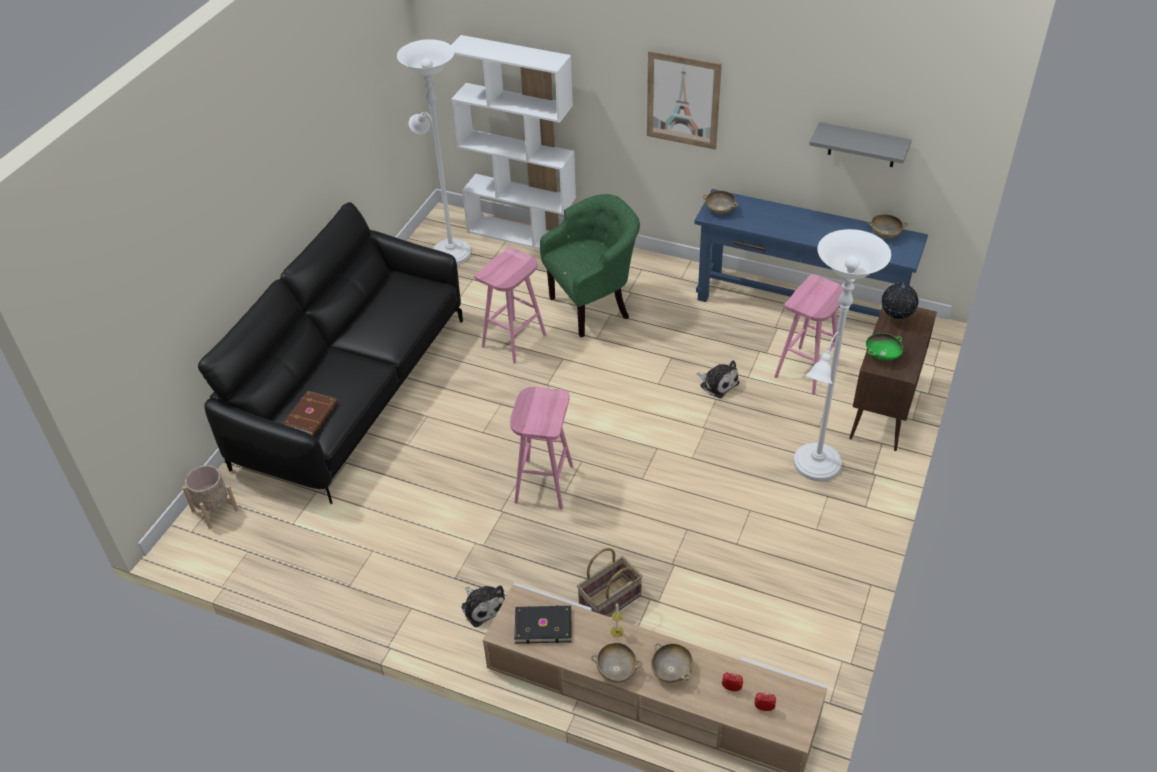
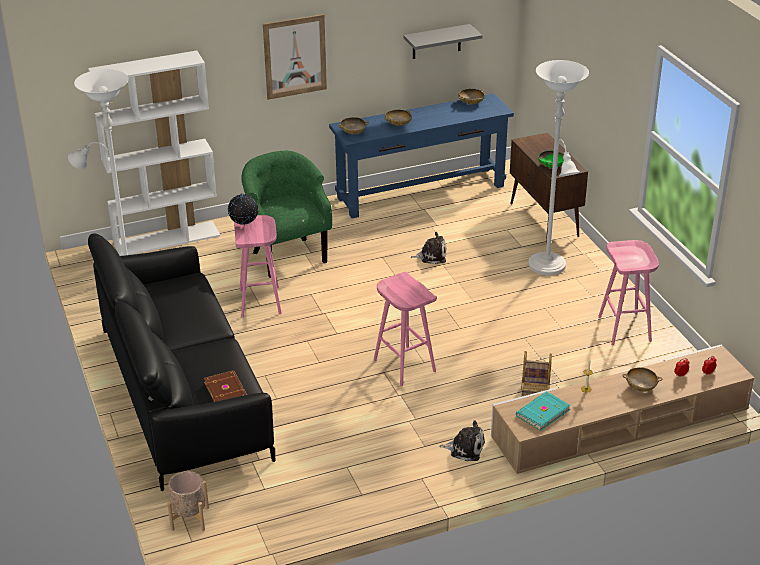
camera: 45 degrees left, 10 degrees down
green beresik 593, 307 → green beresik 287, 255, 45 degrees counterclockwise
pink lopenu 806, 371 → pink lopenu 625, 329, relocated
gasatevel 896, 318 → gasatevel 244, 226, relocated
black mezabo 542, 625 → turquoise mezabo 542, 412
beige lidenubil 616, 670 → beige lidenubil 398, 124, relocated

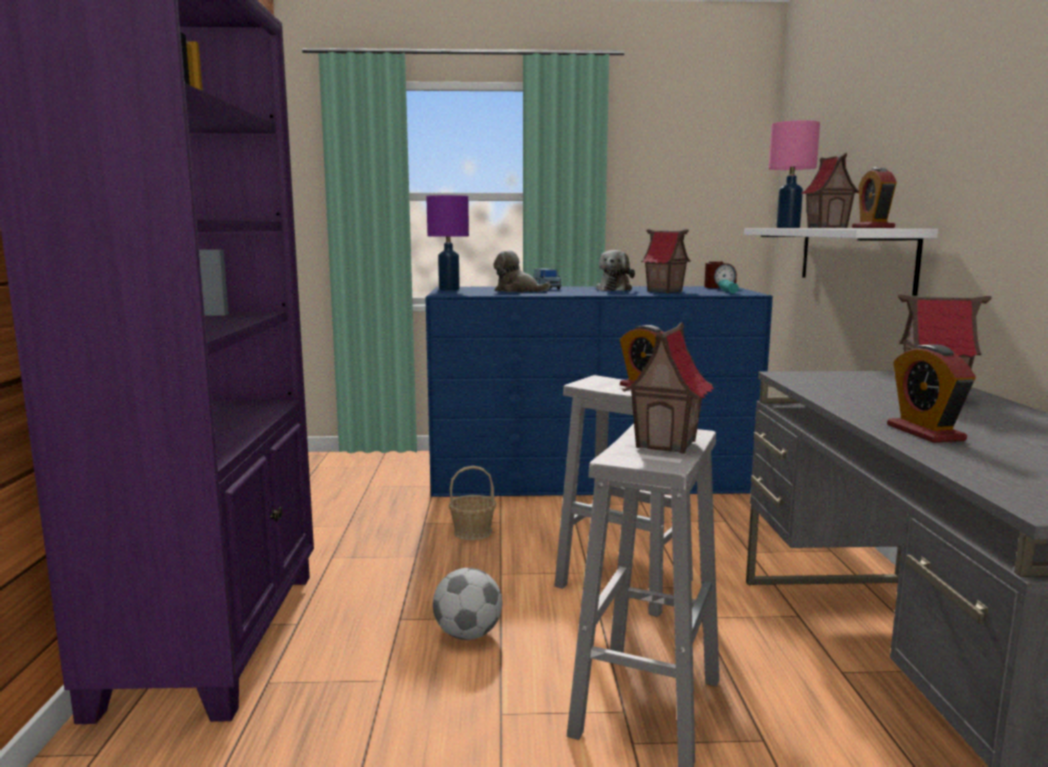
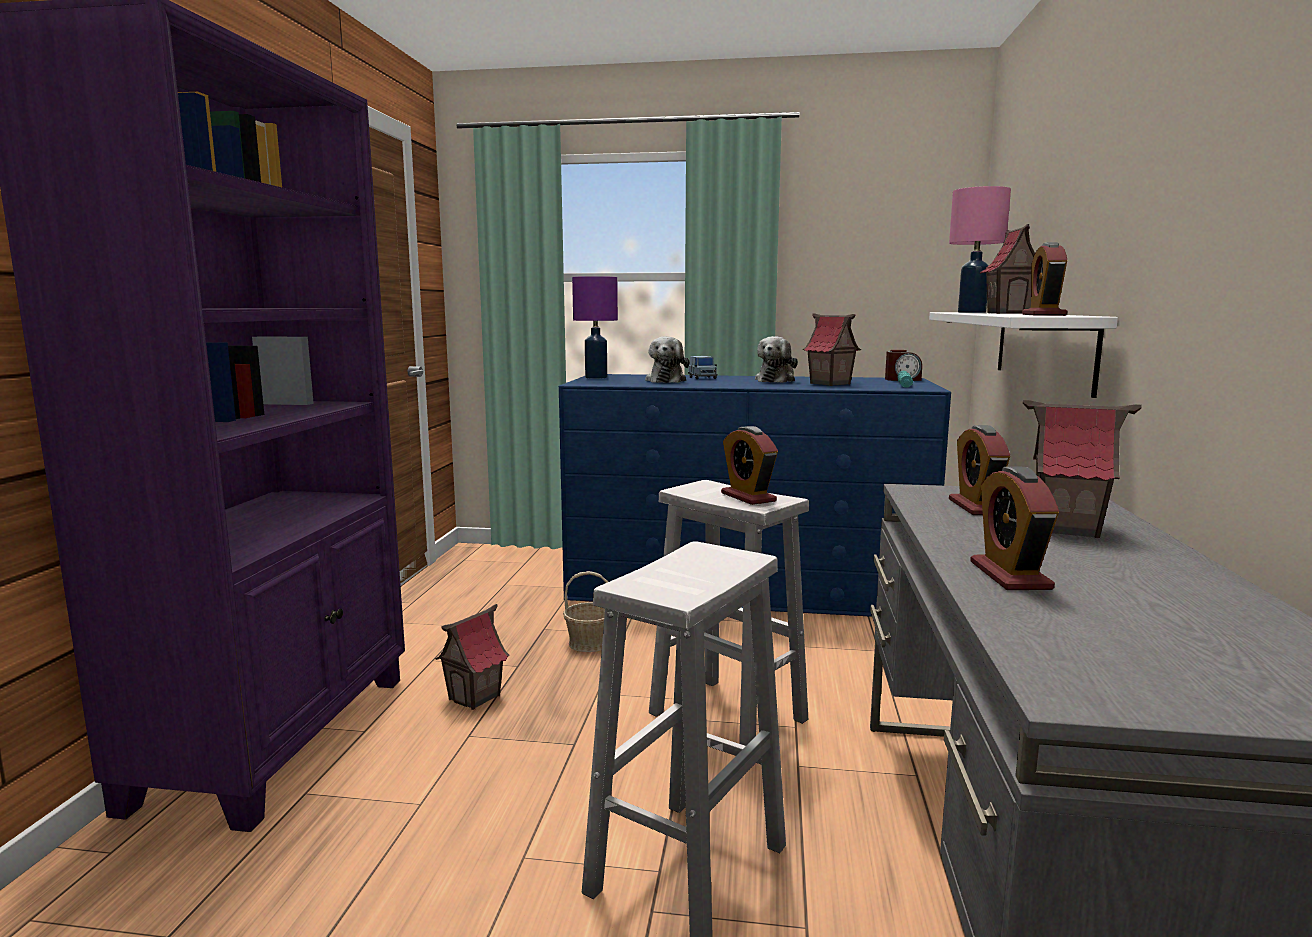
camera: 10 degrees right, 0 degrees up
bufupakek 518, 291 → bufupakek 666, 380, 120 degrees counterclockwise
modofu 667, 444 → modofu 475, 697, relocated
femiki 468, 634 → -
- → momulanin 977, 507

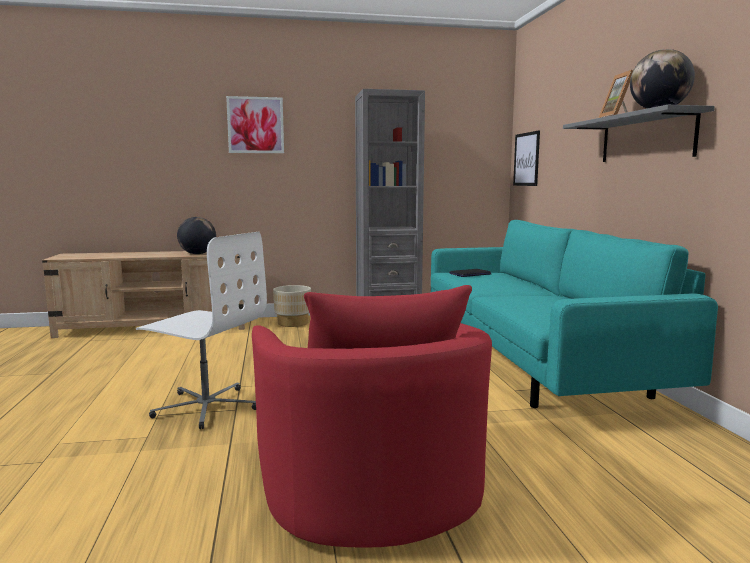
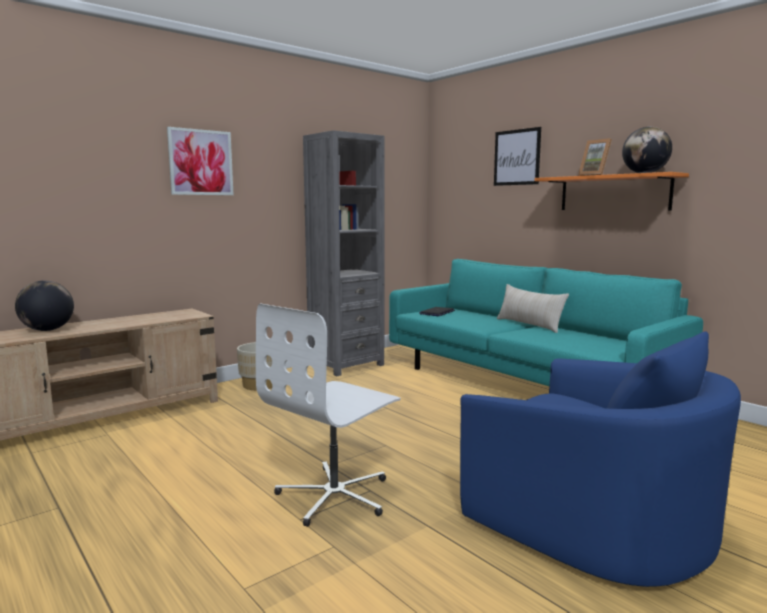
camera: 30 degrees left, 0 degrees up
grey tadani 646, 138 → orange tadani 614, 193
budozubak 526, 159 → budozubak 517, 157, relocated
gasatevel 197, 254 → gasatevel 47, 330, relocated
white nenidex 206, 407 → white nenidex 335, 495, 135 degrees clockwise
red beresik 366, 481 → blue beresik 592, 521
- → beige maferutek 529, 325

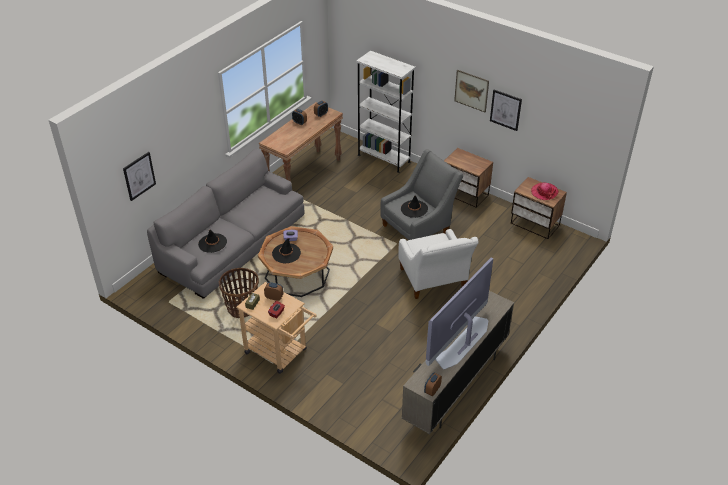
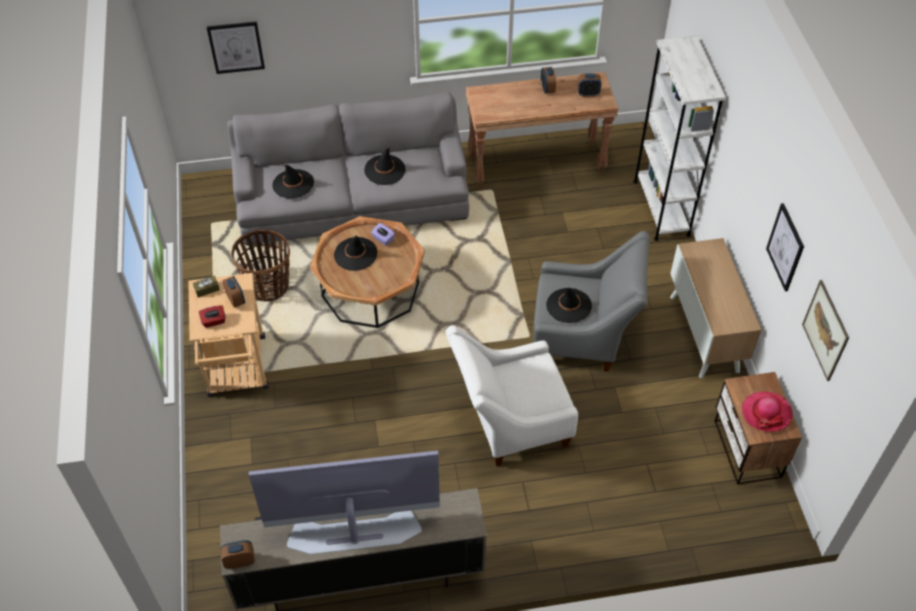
camera: 45 degrees right, 10 degrees up
budozubak 471, 90 → budozubak 825, 330, relocated
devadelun 465, 194 → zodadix 705, 333
white beresik 434, 281 → white beresik 509, 423, 45 degrees clockwise
- → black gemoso 385, 170

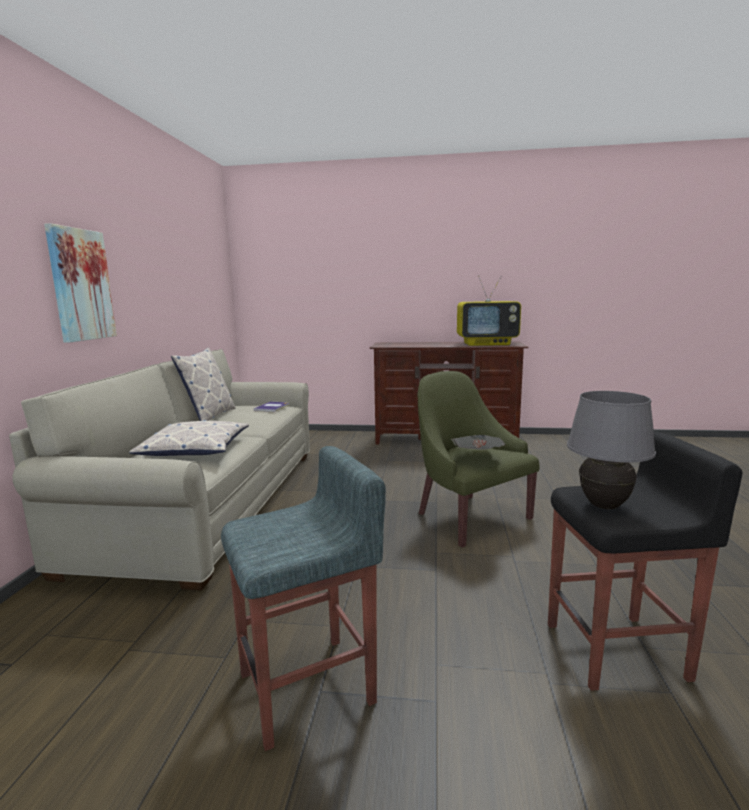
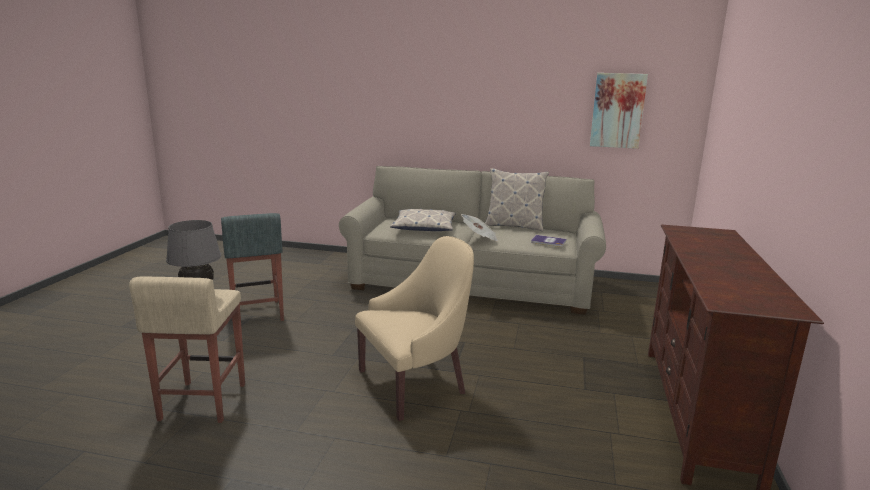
camera: 95 degrees right, 5 degrees up
budozubak 81, 285 → budozubak 617, 110, relocated
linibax 487, 344 → -
green beresik 469, 516 → beige beresik 415, 384
black lopenu 618, 651 → beige lopenu 202, 402
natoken 477, 457 → natoken 479, 237, relocated

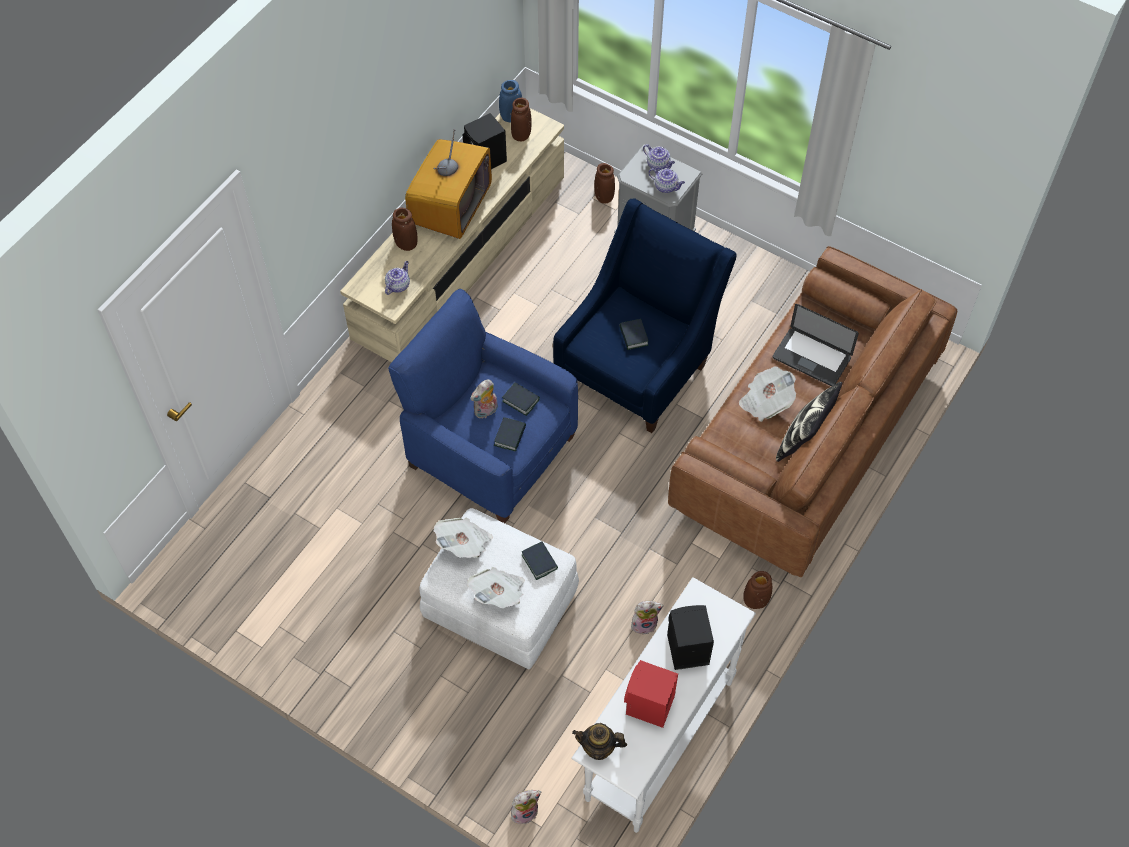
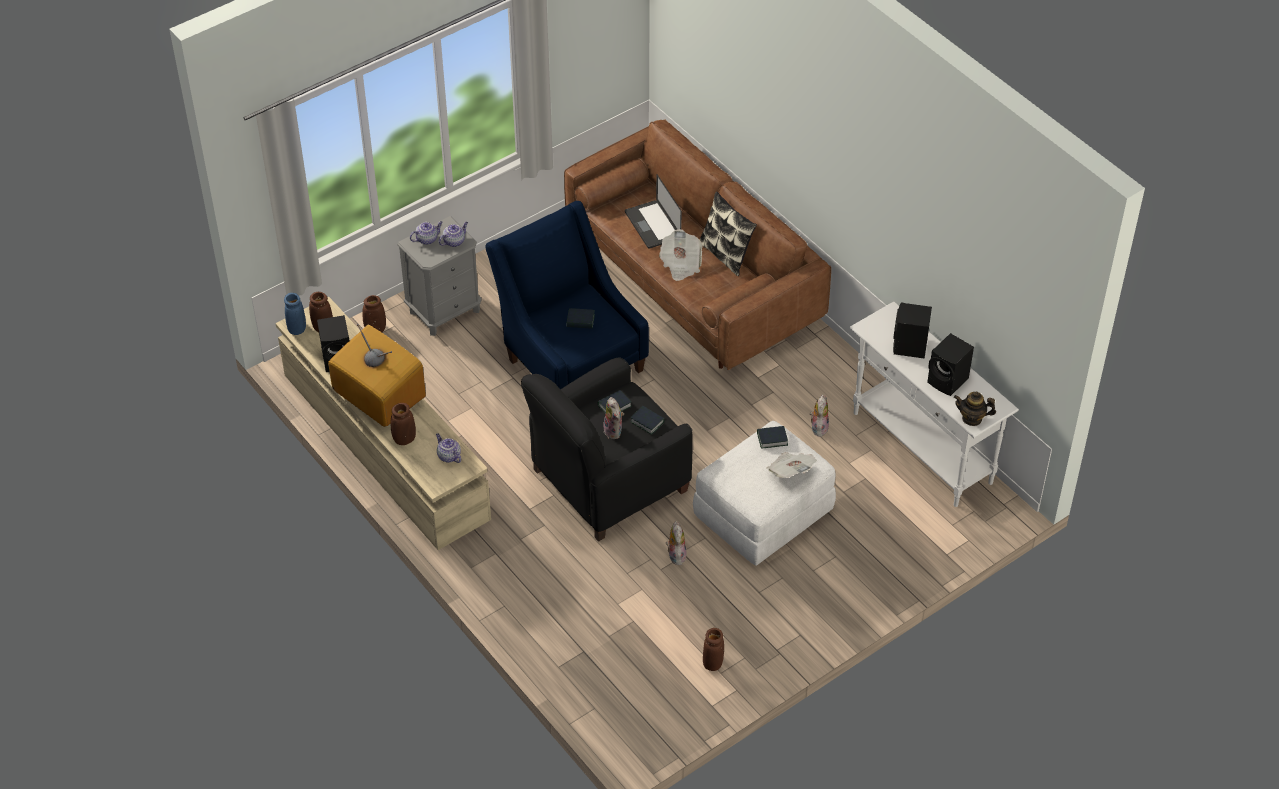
camera: 70 degrees left, 10 degrees down
blue beresik 490, 450 → black beresik 608, 481
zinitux 811, 358 → zinitux 652, 225, 105 degrees clockwise
natoken 464, 544 → -
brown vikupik 755, 601 → brown vikupik 712, 663, relocated
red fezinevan 648, 706 → black fezinevan 948, 381
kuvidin 598, 748 → kuvidin 972, 418, 75 degrees clockwise
bufupakek 524, 811 → bufupakek 675, 555, relocated

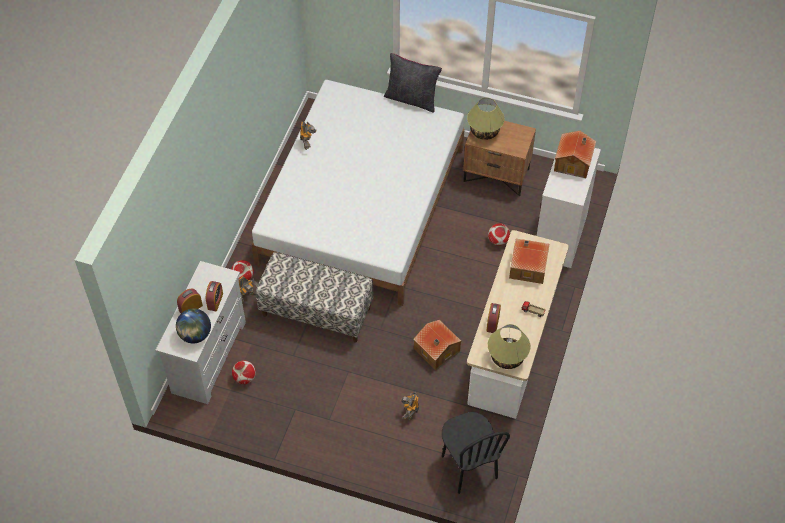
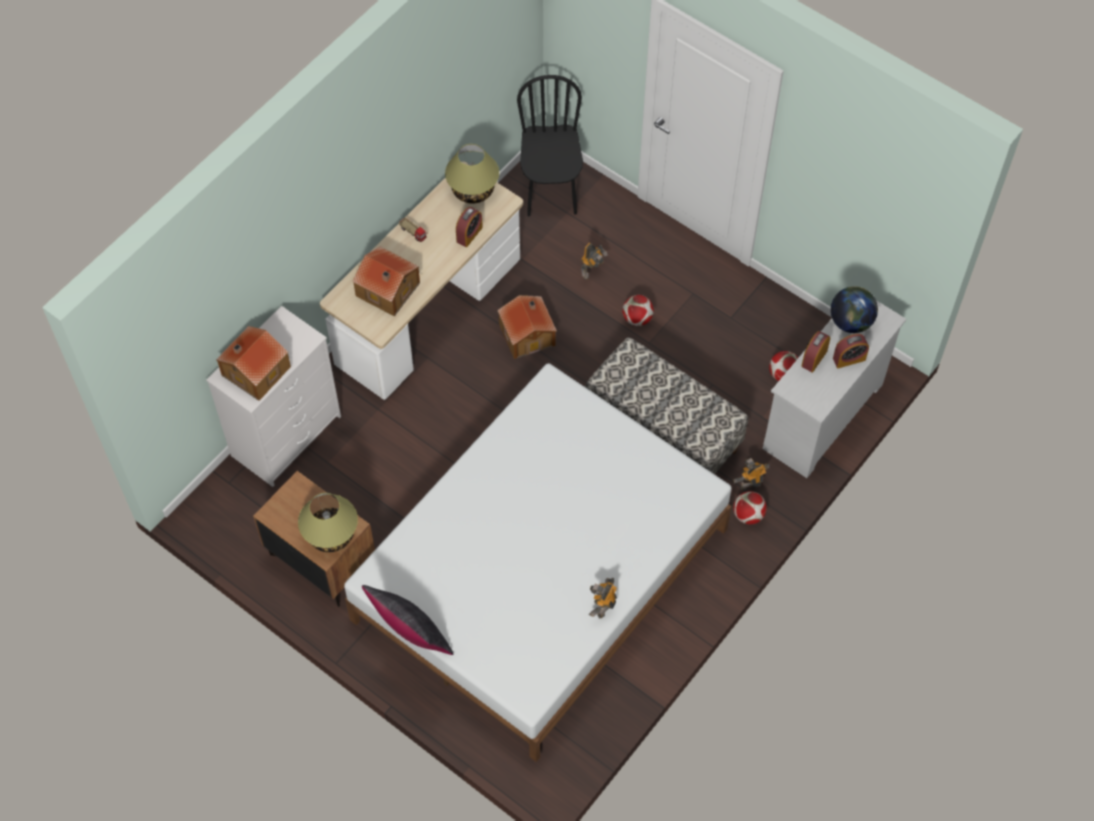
camera: 160 degrees left, 5 degrees up
femiki 498, 240 → femiki 637, 319, relocated

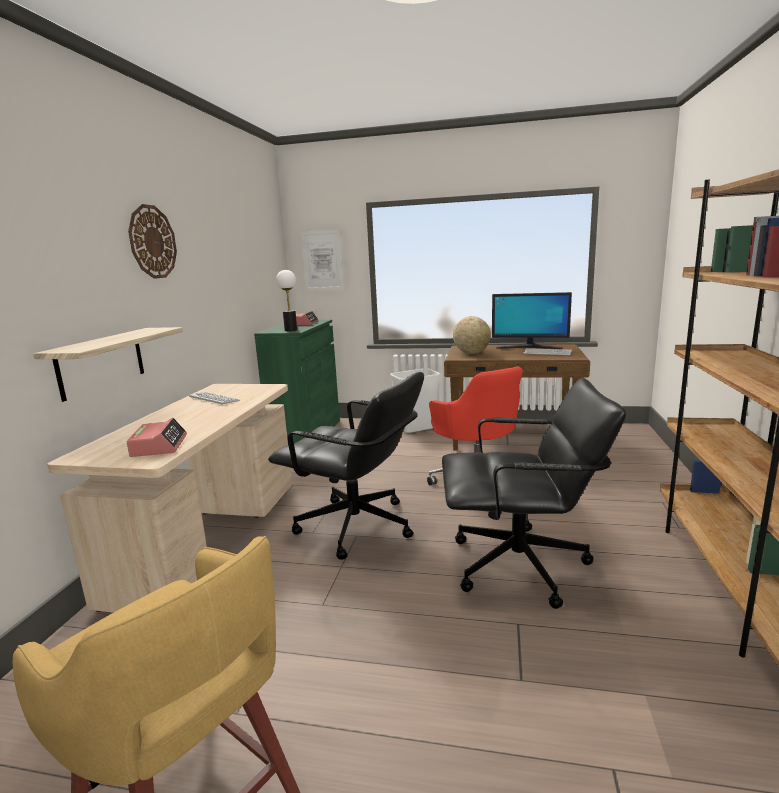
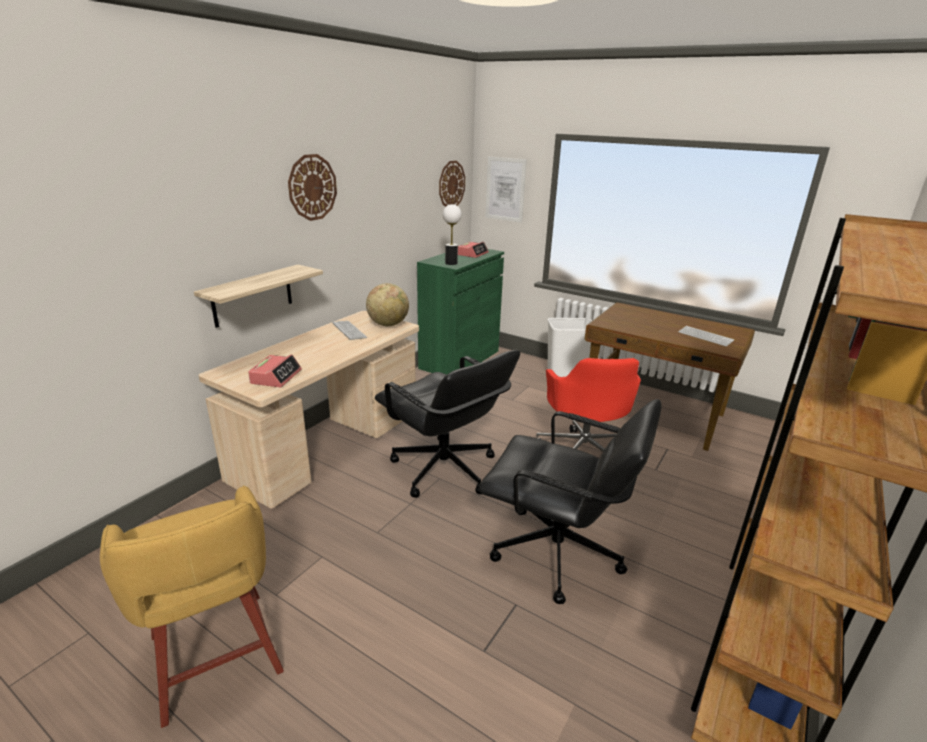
camera: 20 degrees right, 10 degrees up
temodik 529, 347 → -
gasatevel 471, 353 → gasatevel 388, 324, relocated
- → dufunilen 451, 185

